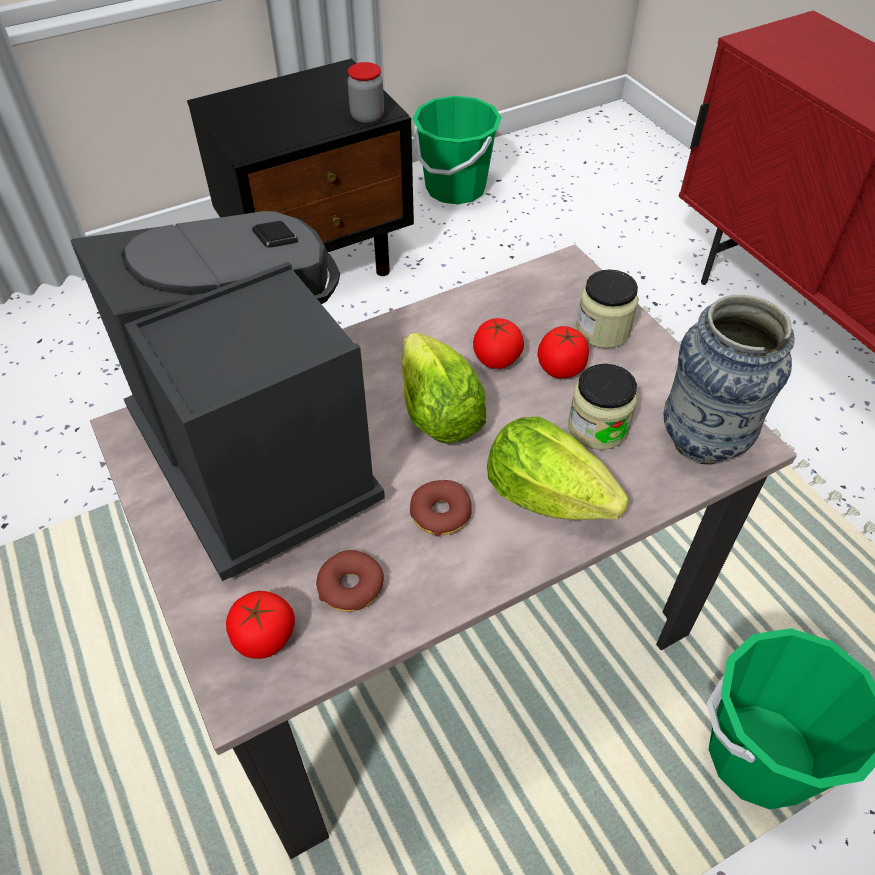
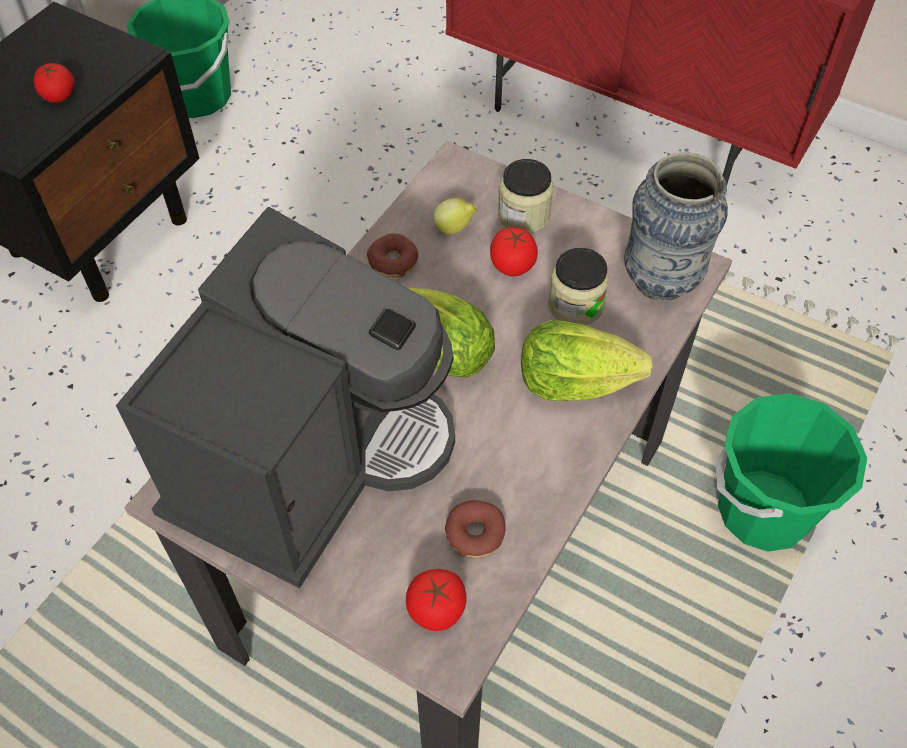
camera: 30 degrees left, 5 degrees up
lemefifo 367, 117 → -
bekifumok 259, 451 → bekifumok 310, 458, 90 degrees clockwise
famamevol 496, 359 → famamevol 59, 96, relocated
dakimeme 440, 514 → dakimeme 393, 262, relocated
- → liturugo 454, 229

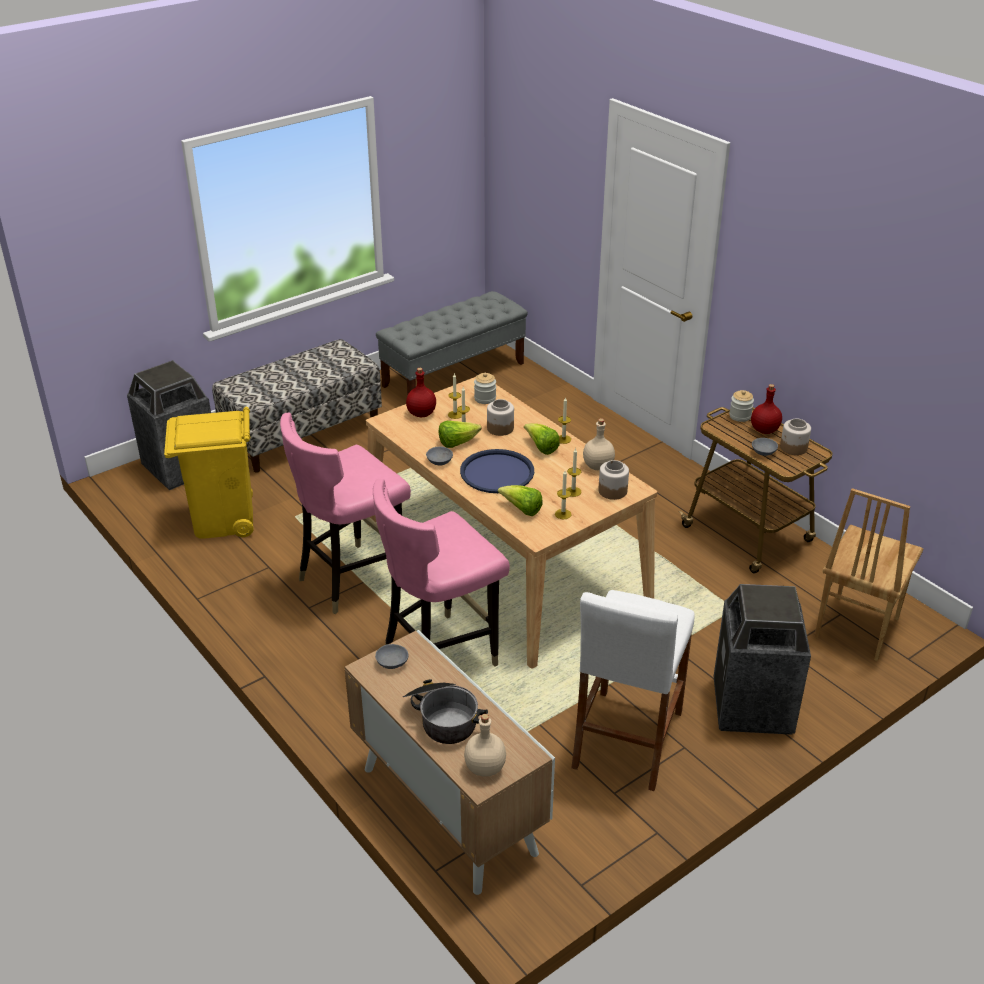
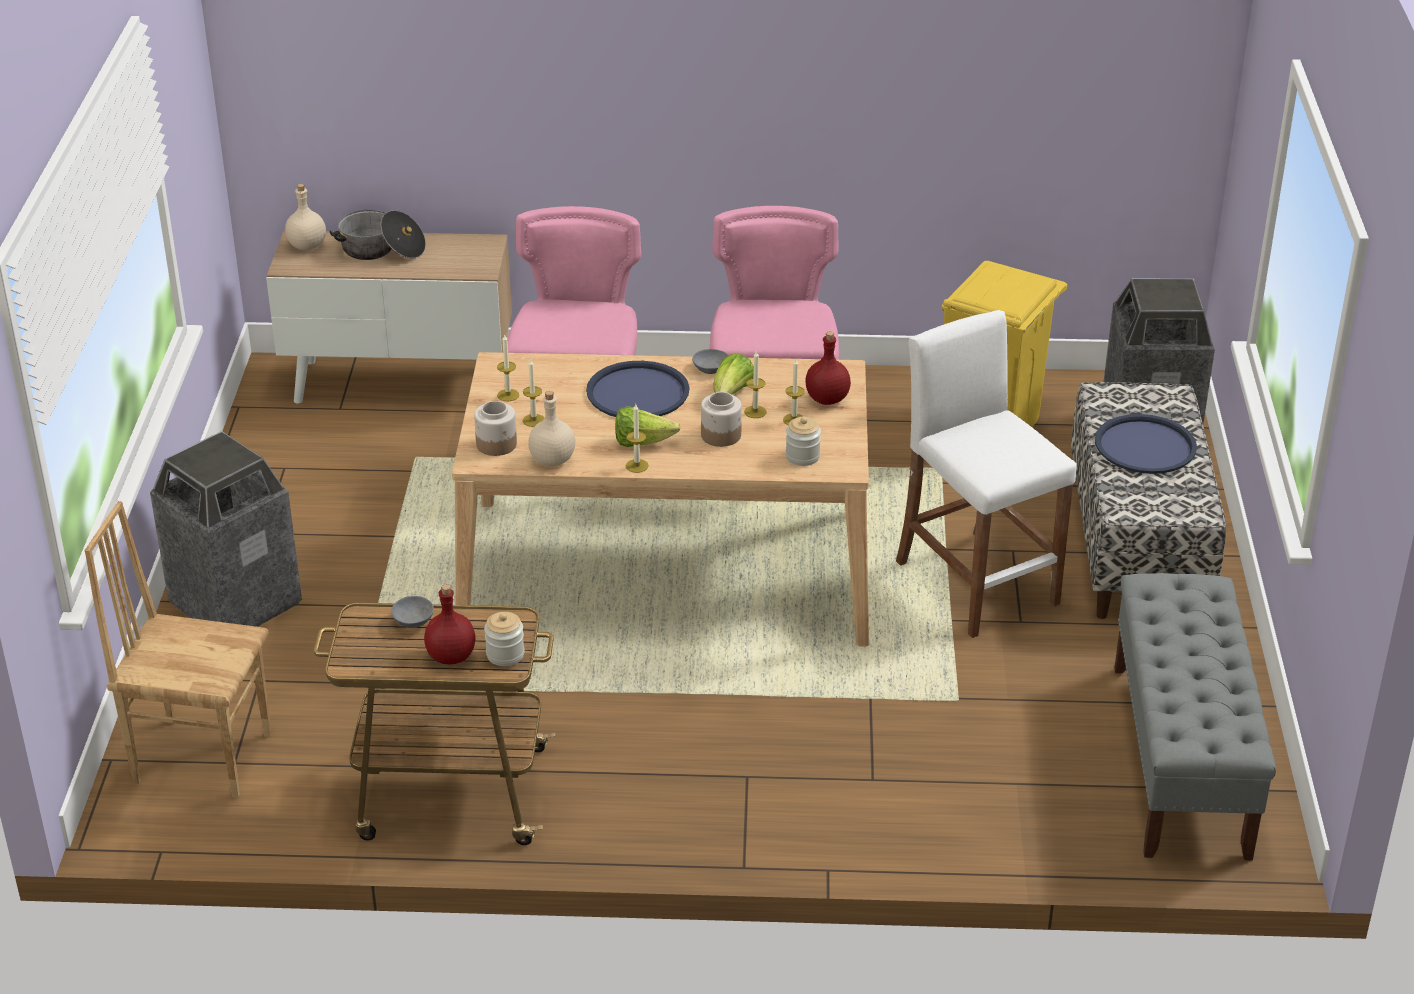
camera: 130 degrees right, 0 degrees up
lemefifo 793, 448 → -
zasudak 522, 510 → -
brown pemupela 854, 628 → brown pemupela 202, 756, 60 degrees counterclockwise
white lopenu 626, 739 → white lopenu 976, 583, relocated
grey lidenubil 393, 662 → -
- → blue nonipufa 1145, 446

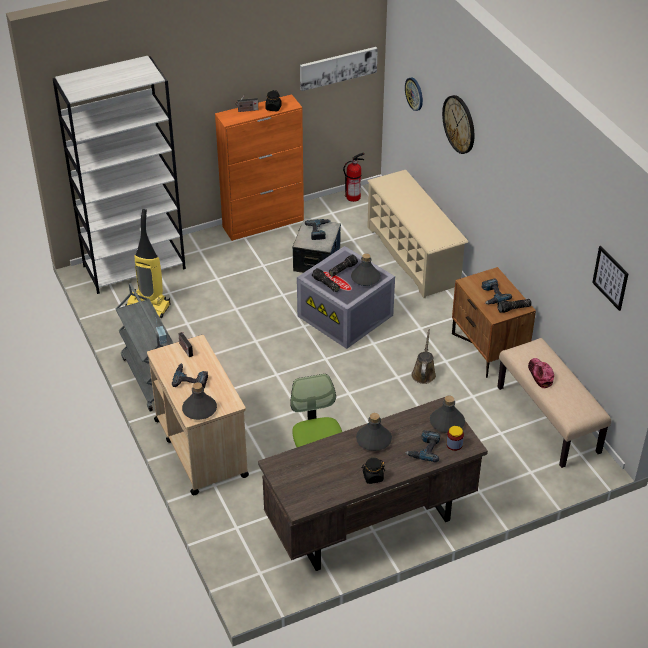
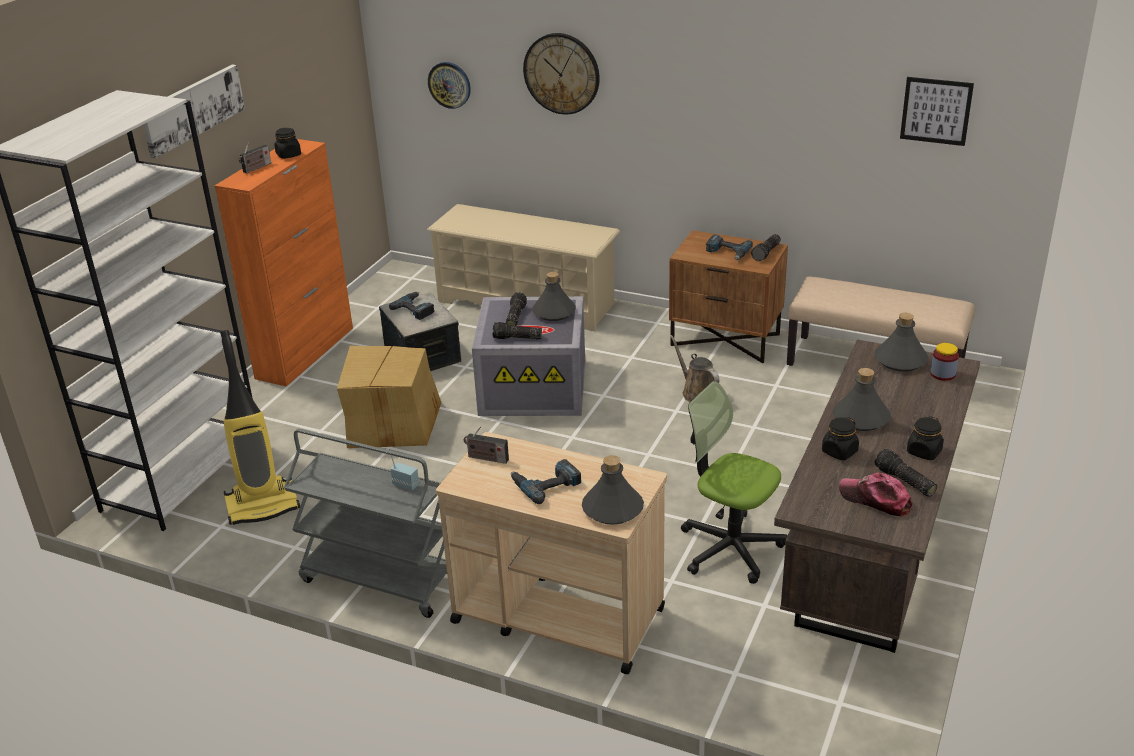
camera: 40 degrees left, 10 degrees down
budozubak 338, 67 → budozubak 192, 109, relocated
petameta 353, 197 → -
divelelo 540, 375 → divelelo 875, 500, relocated
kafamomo 424, 449 → -
- → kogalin 392, 423
- → black lemefifo 839, 452
- → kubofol 903, 481

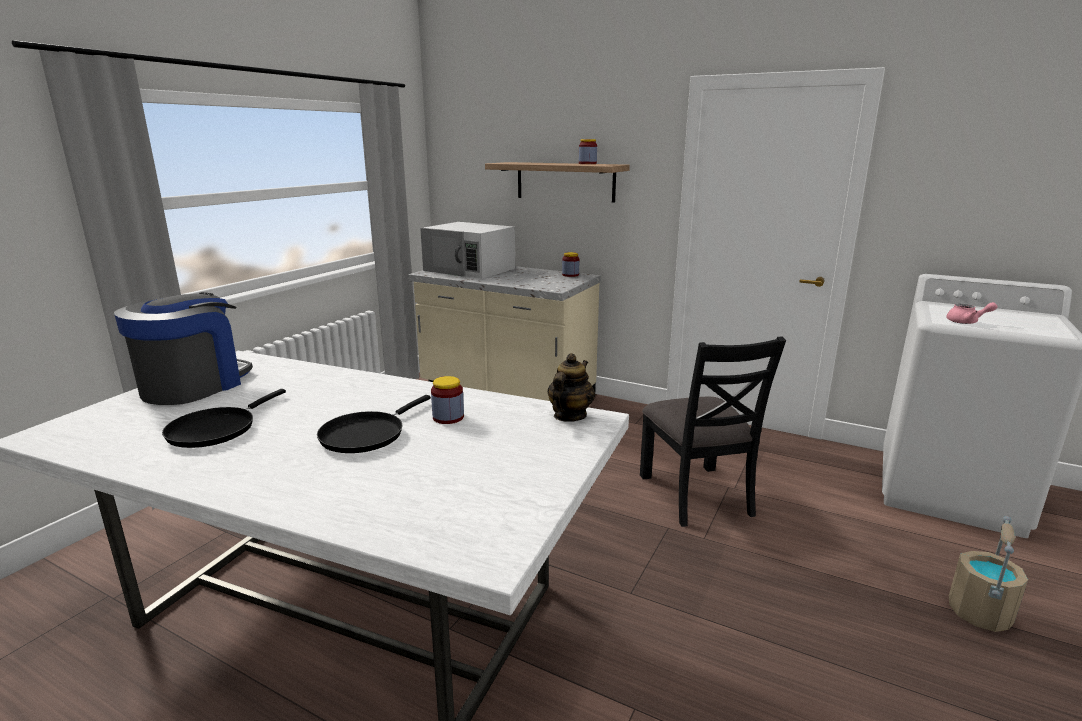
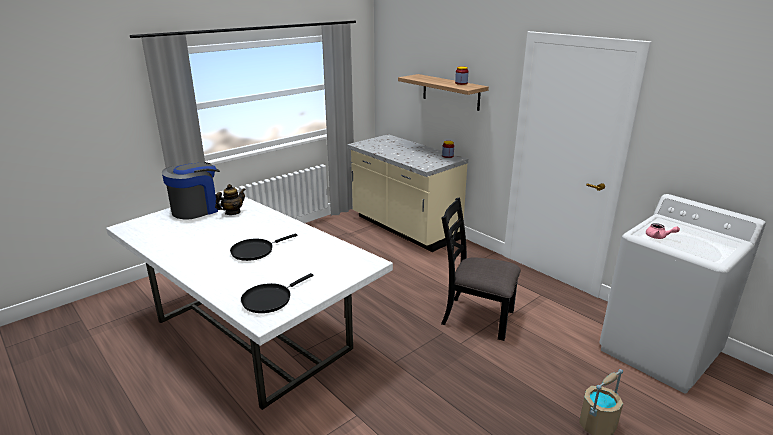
camera: 20 degrees right, 5 degrees up
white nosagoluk 470, 269 → -
black pemupela 696, 495 → black pemupela 476, 317, 105 degrees clockwise
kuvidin 569, 416 → kuvidin 232, 212, relocated
lemefifo 448, 417 → -
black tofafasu 216, 429 → black tofafasu 269, 299, relocated

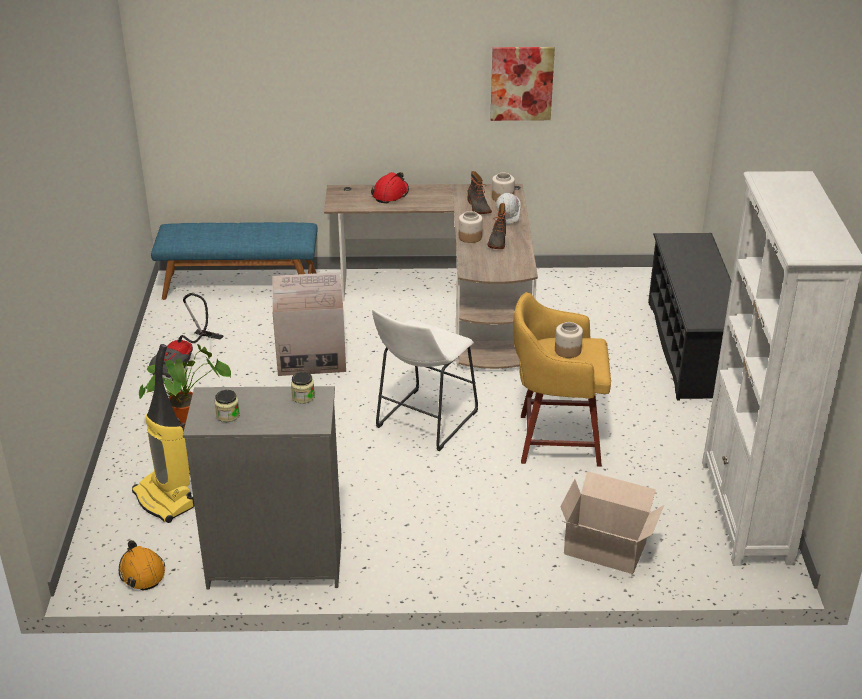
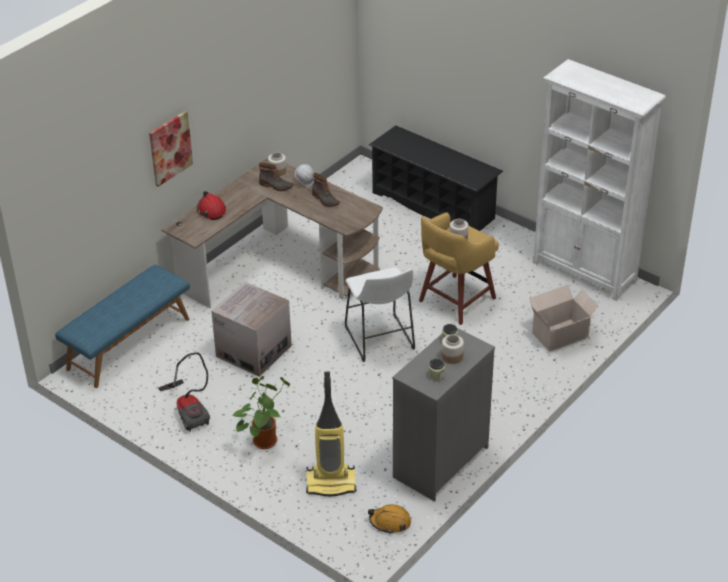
camera: 50 degrees left, 5 degrees up
budozubak 521, 83 → budozubak 170, 148, relocated
lemefifo 470, 237 → lemefifo 452, 357, relocated

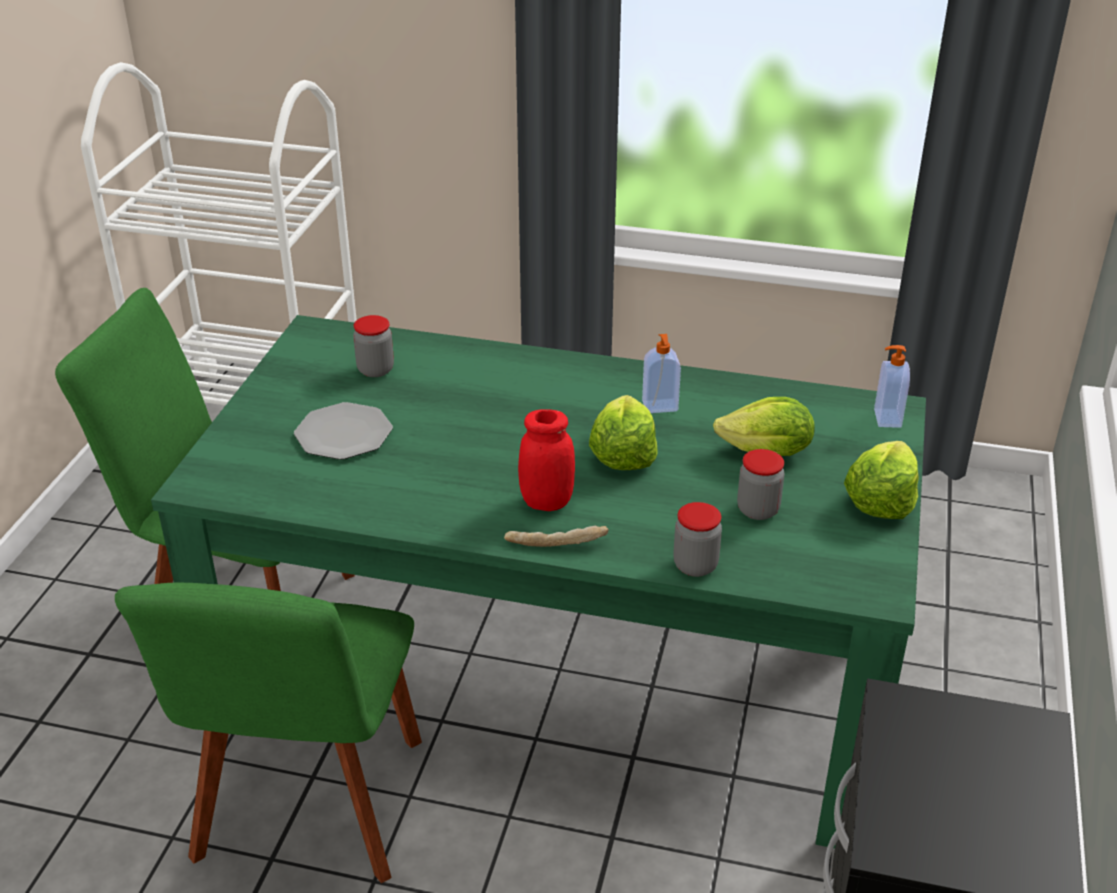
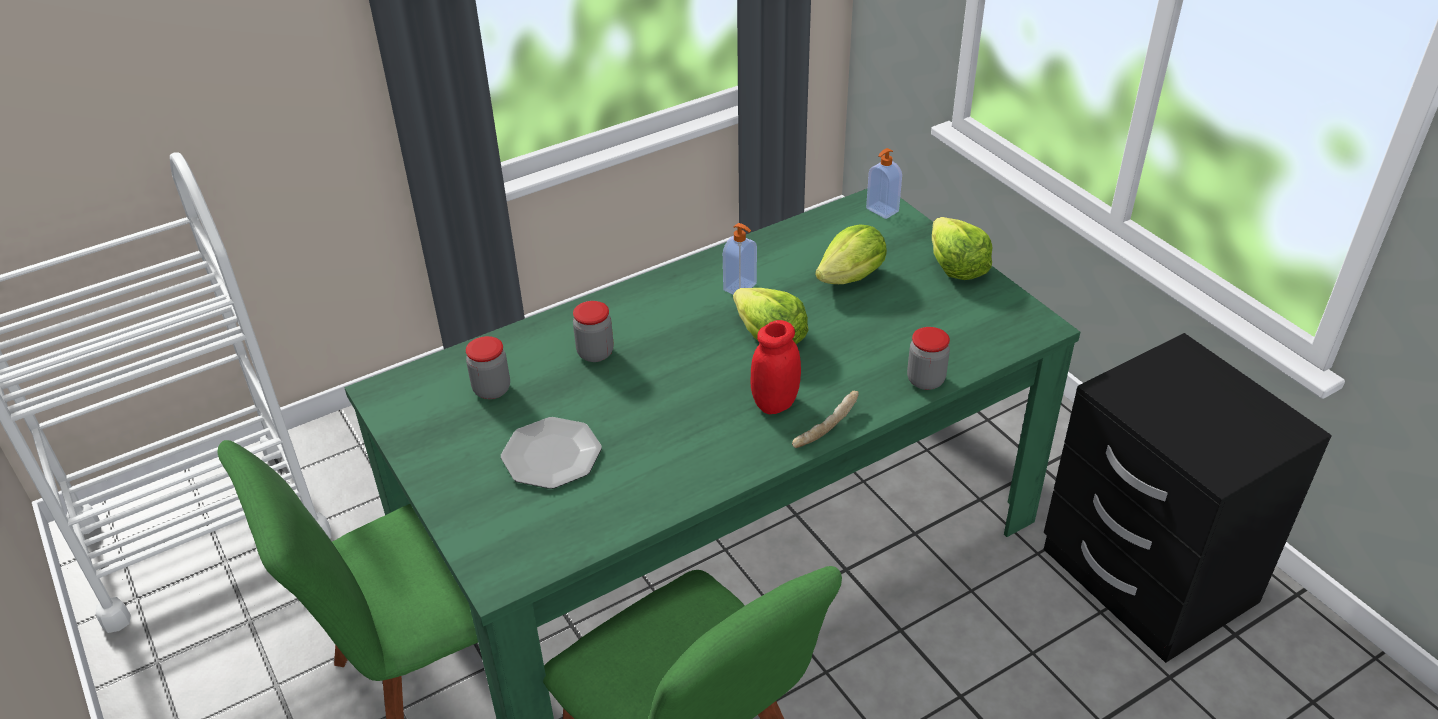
camera: 45 degrees left, 5 degrees up
lemefifo 758, 510 → lemefifo 595, 353, relocated

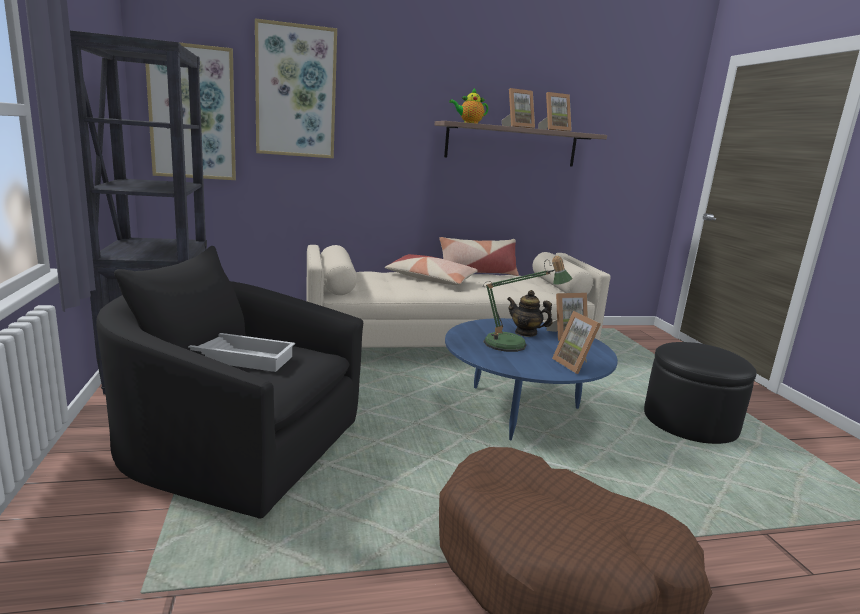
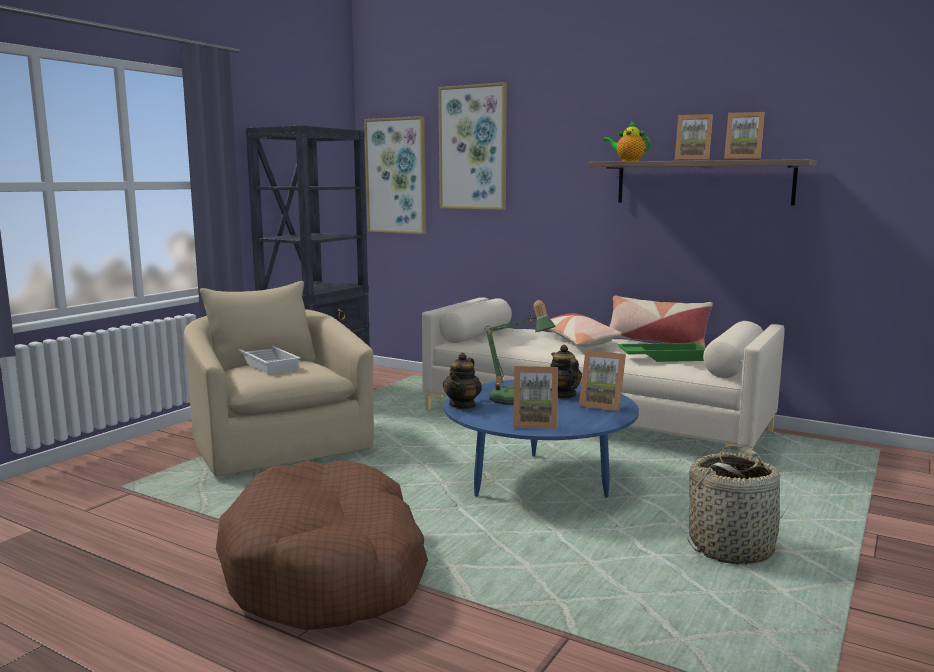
camera: 45 degrees right, 5 degrees down
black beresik 235, 448 → beige beresik 277, 443
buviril 575, 365 → buviril 534, 423, 105 degrees counterclockwise
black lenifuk 690, 422 → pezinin 732, 548
- → green nonipufa 662, 357
- → kuvidin 462, 405

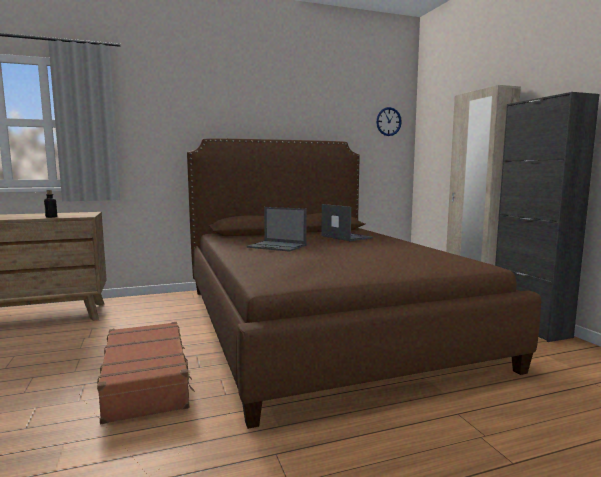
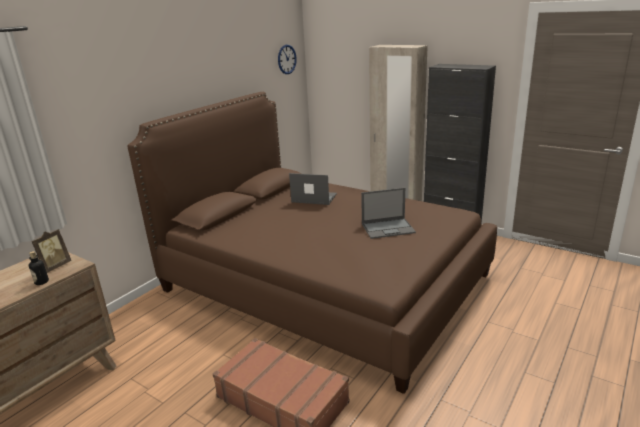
camera: 35 degrees left, 15 degrees up
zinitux 277, 246 → zinitux 388, 228, relocated
- → buviril 55, 267

